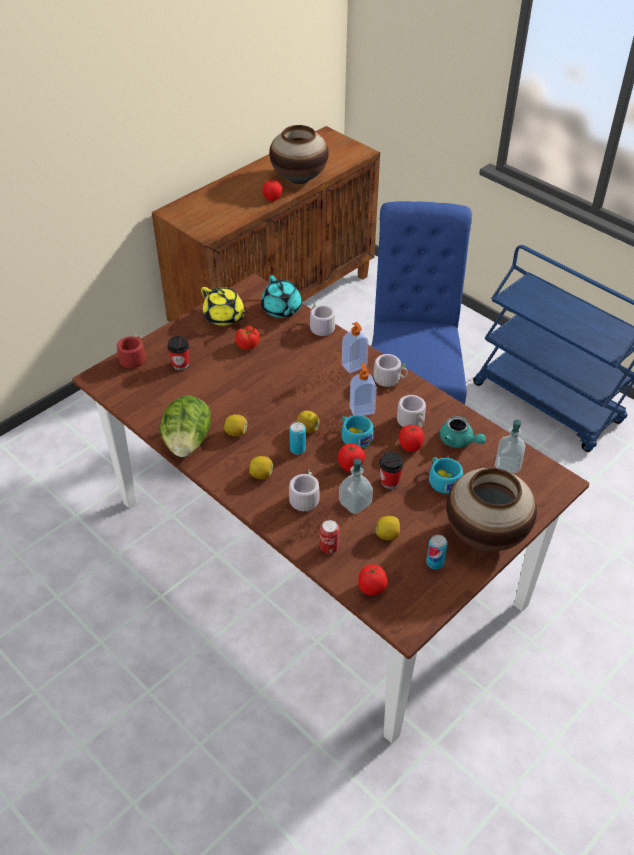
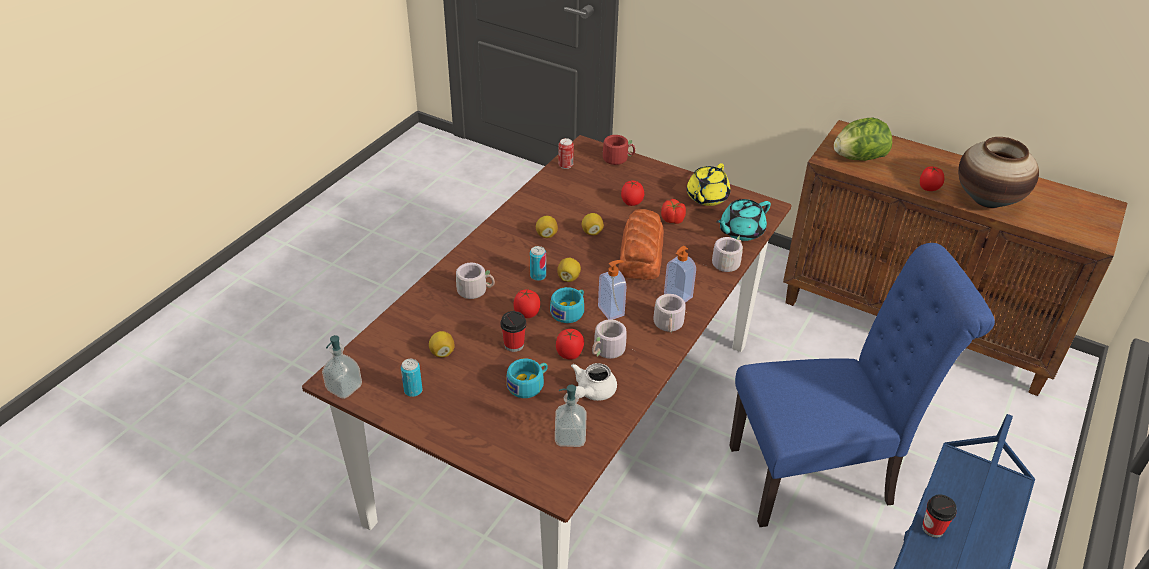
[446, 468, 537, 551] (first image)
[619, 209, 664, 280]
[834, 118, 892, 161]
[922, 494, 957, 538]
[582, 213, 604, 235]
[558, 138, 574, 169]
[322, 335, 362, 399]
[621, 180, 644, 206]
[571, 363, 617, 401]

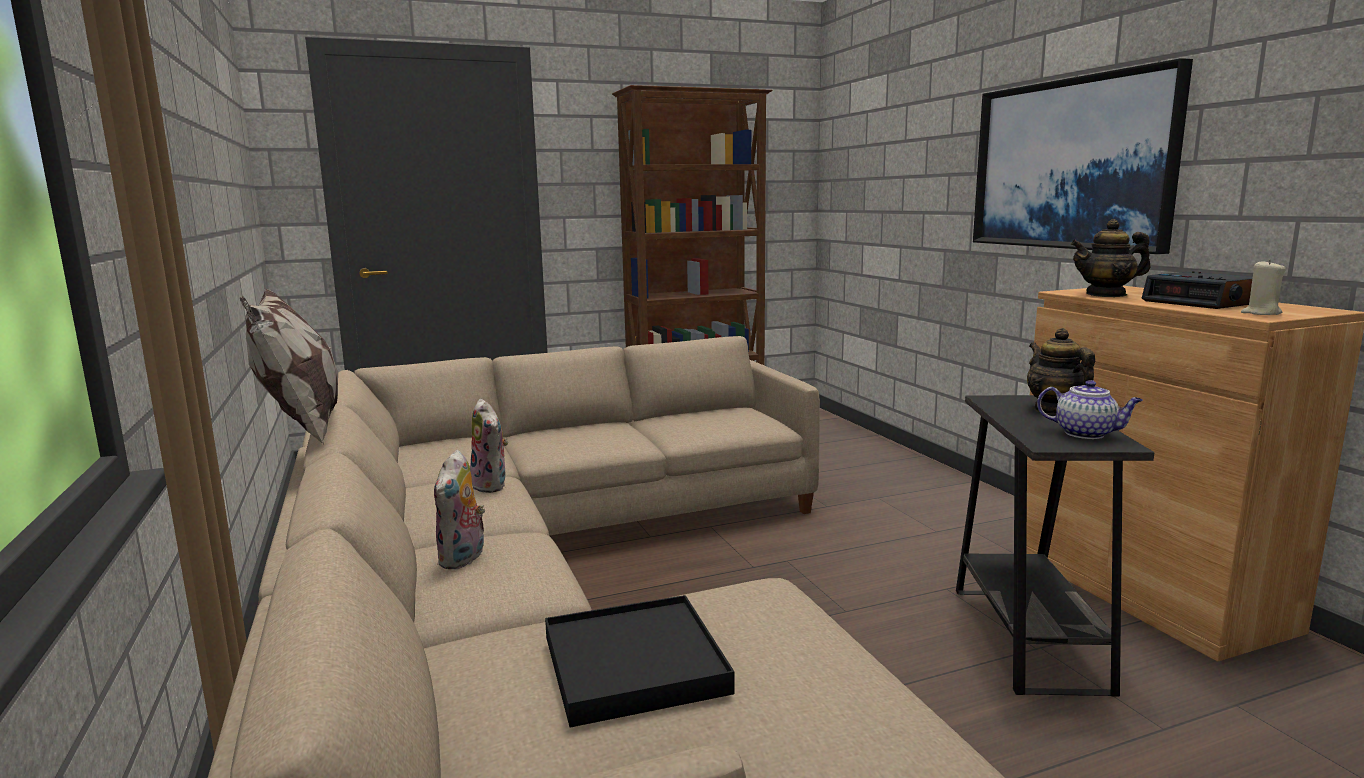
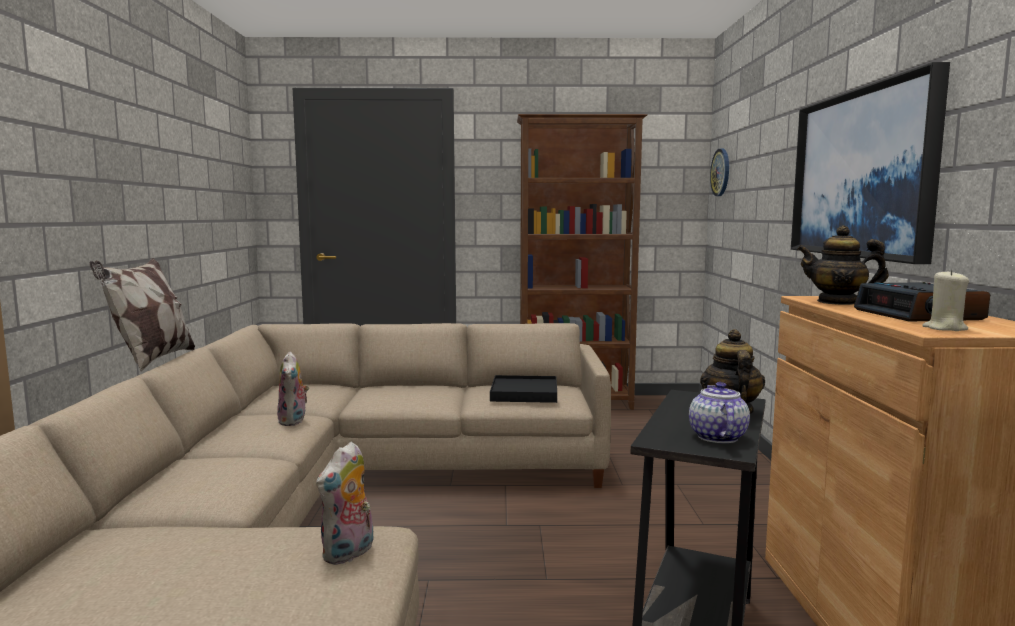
[710, 149, 729, 196]
[316, 442, 373, 565]
[490, 375, 557, 403]
[689, 382, 750, 443]

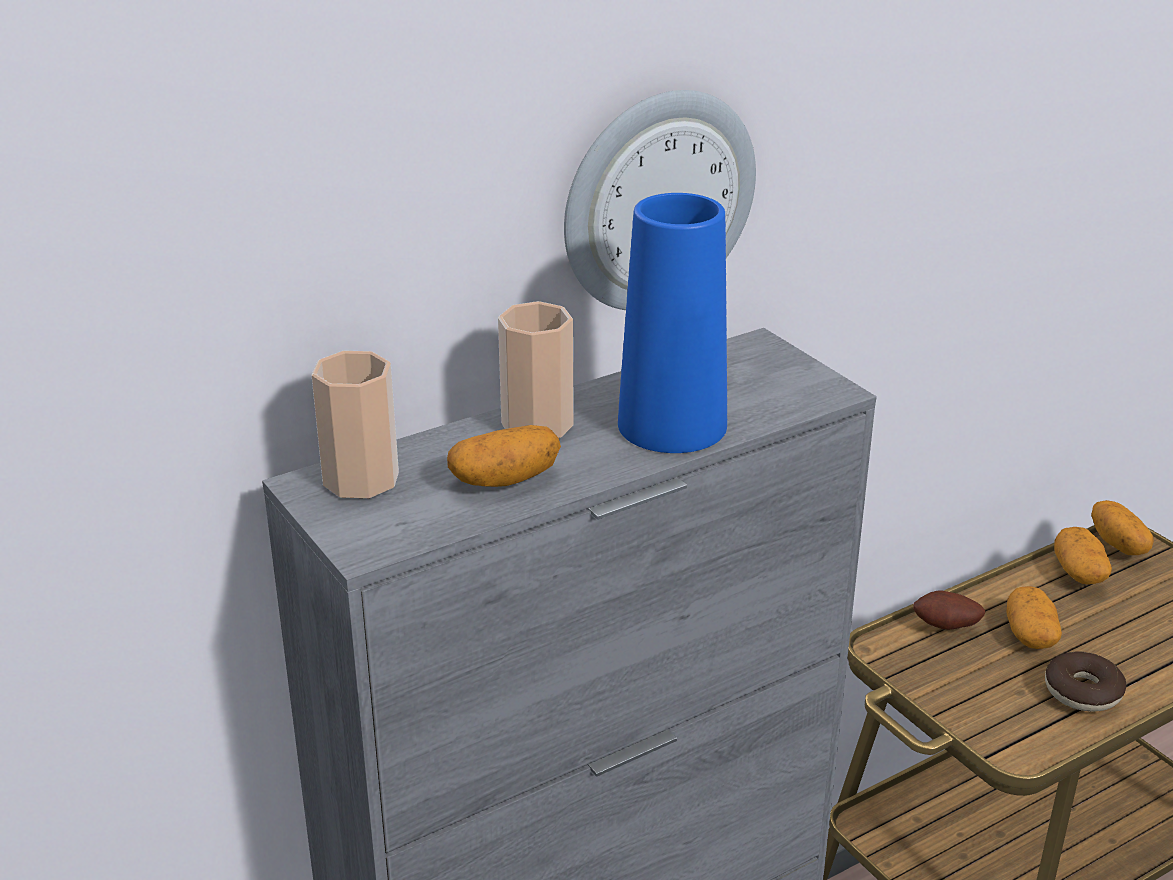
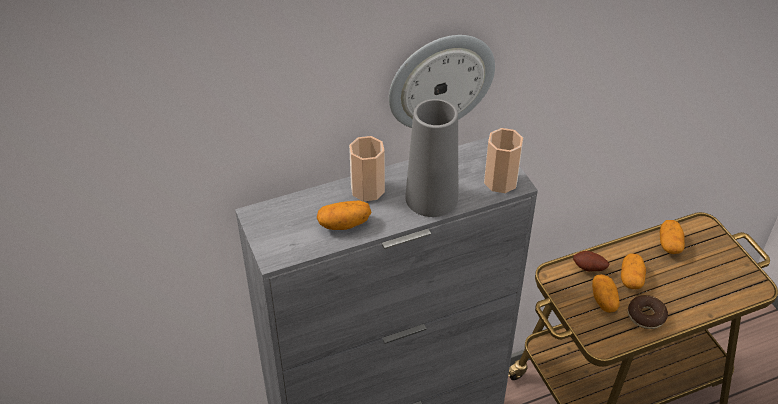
[484, 128, 523, 193]
[592, 274, 620, 313]
[405, 99, 458, 217]

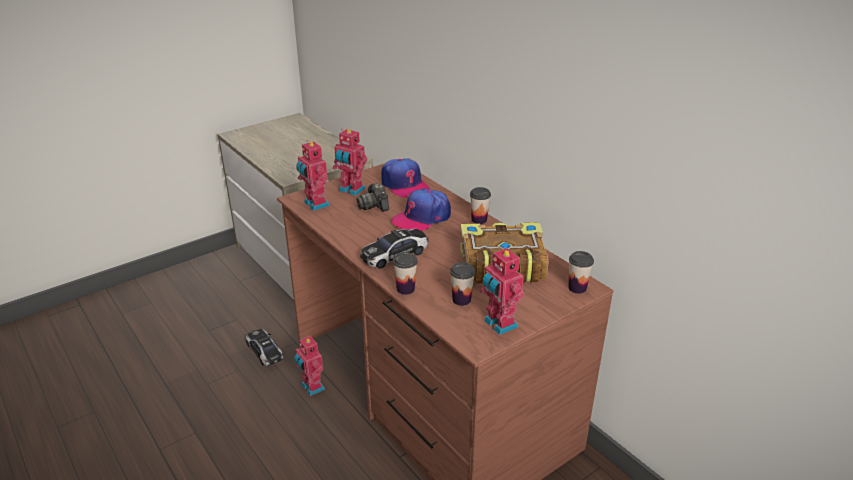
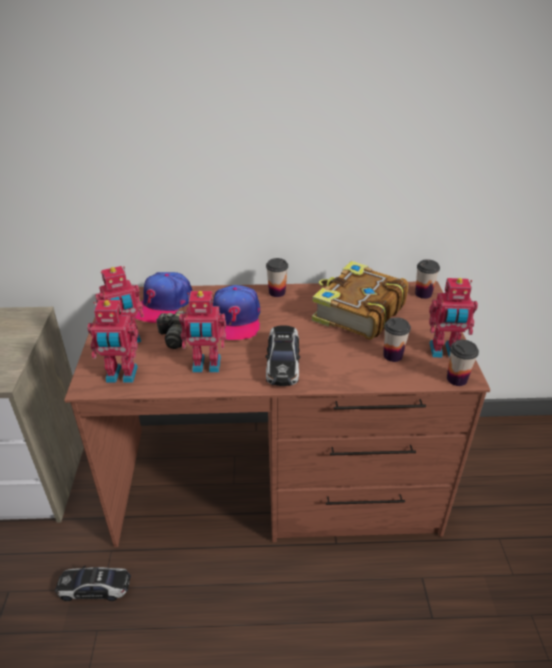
[179, 291, 226, 372]
[447, 340, 479, 386]
[134, 272, 192, 323]

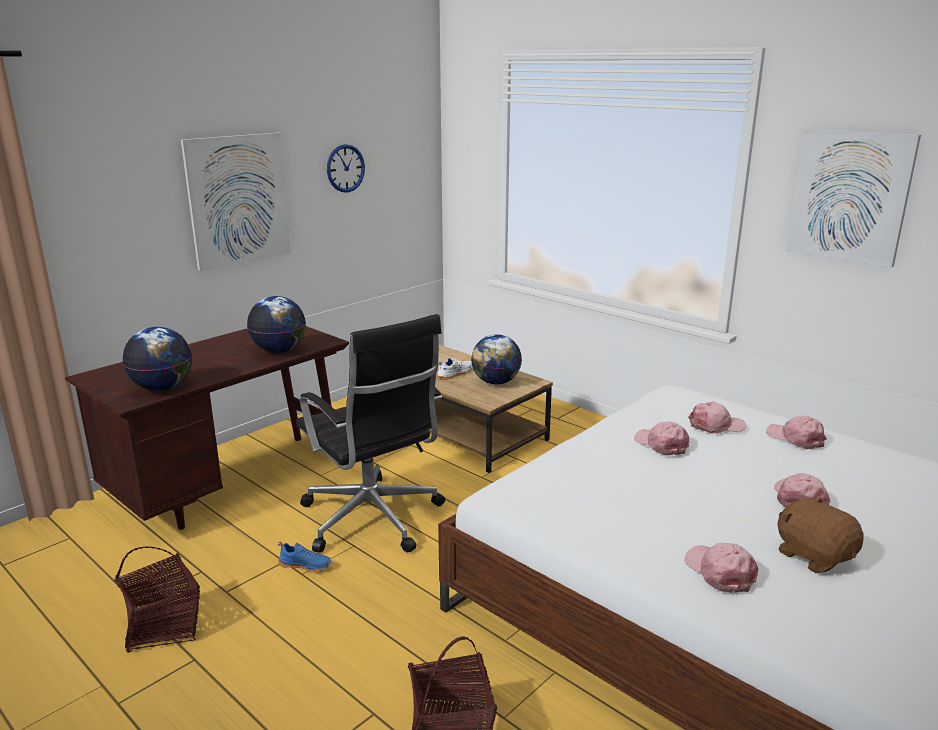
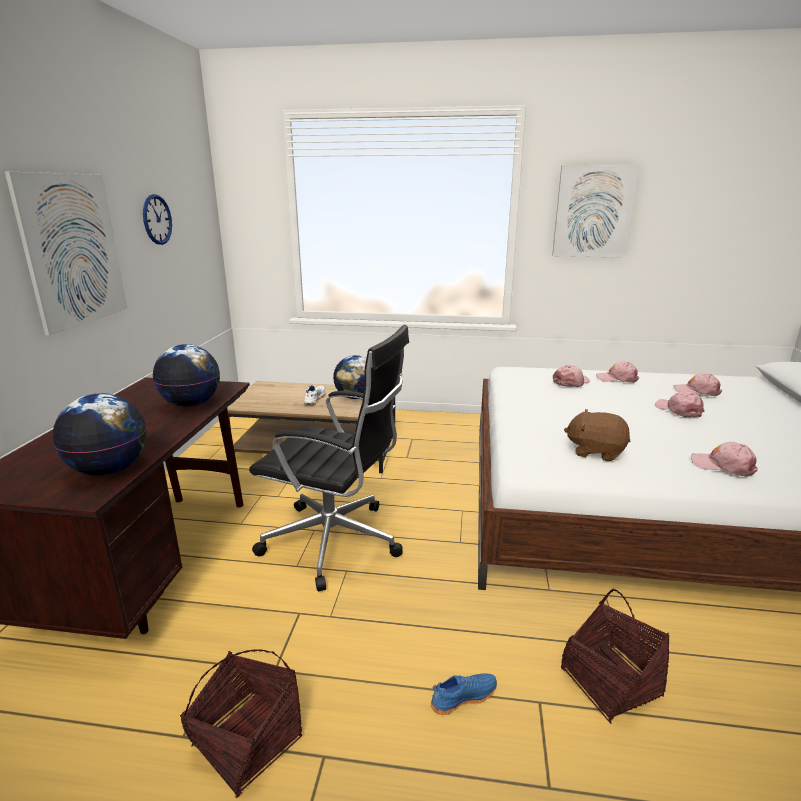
[431, 673, 497, 715]
[674, 373, 722, 396]
[564, 409, 630, 462]

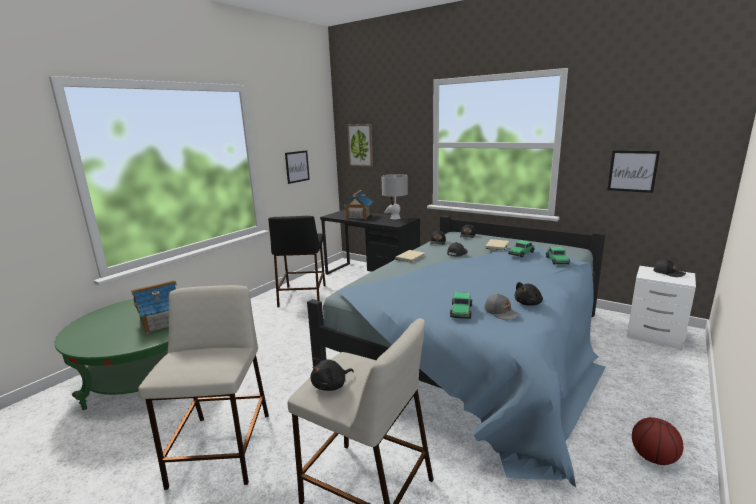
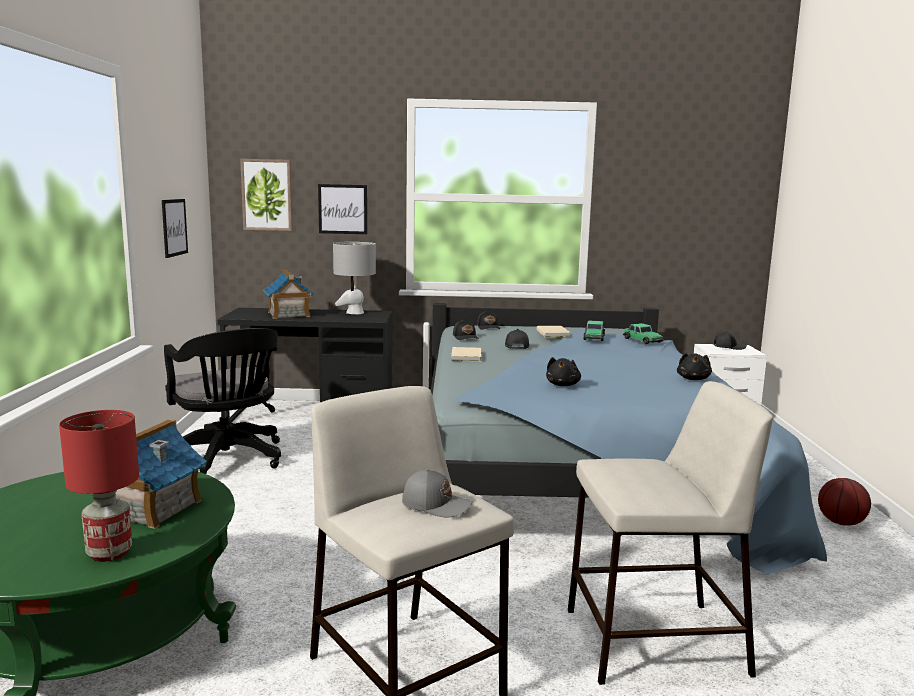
[450, 292, 472, 319] (first image)
[59, 410, 139, 562]
[546, 357, 581, 386]
[402, 469, 473, 517]
[318, 184, 367, 234]
[164, 328, 281, 474]

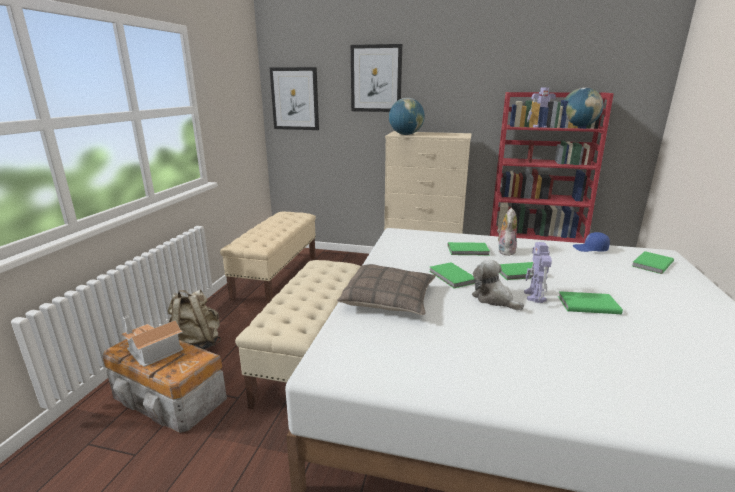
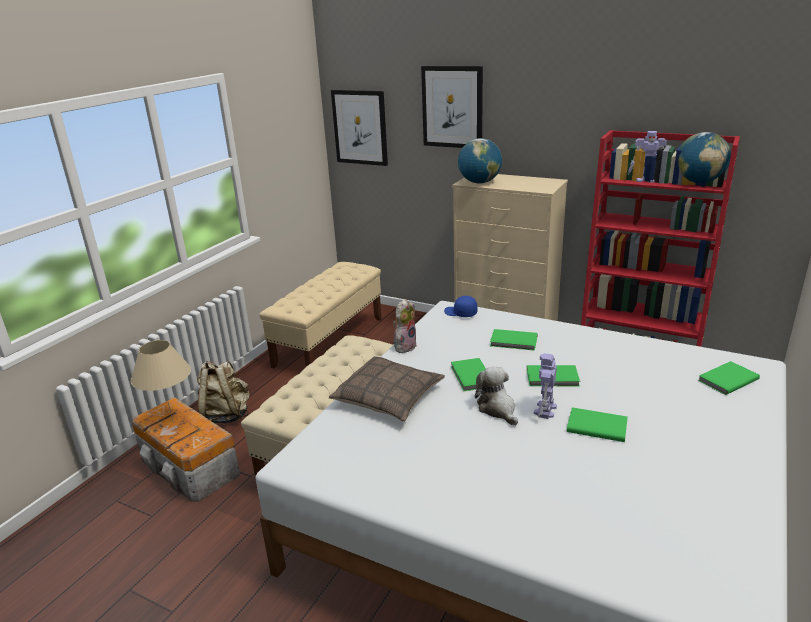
[393, 299, 417, 353]
[444, 296, 478, 317]
[131, 340, 191, 421]

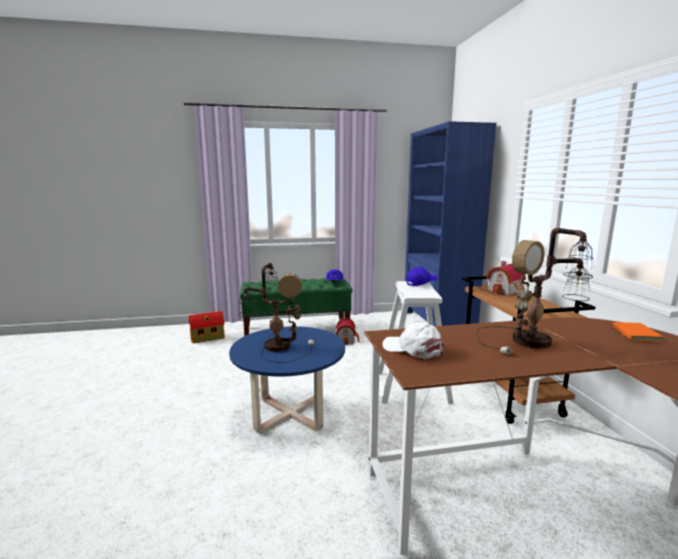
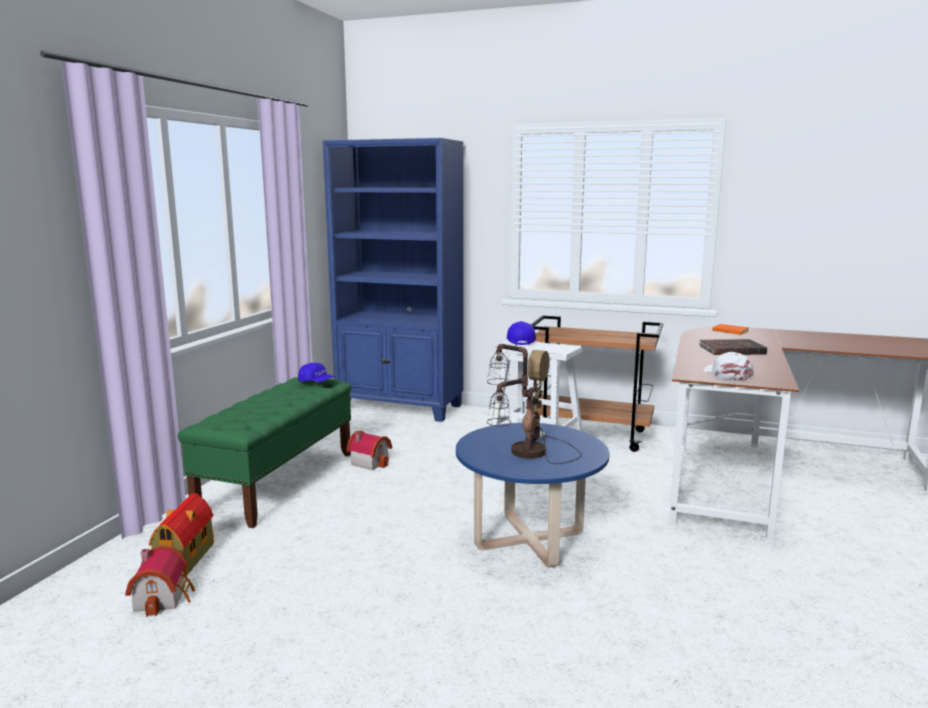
[125, 545, 195, 617]
[698, 339, 767, 355]
[703, 352, 755, 381]

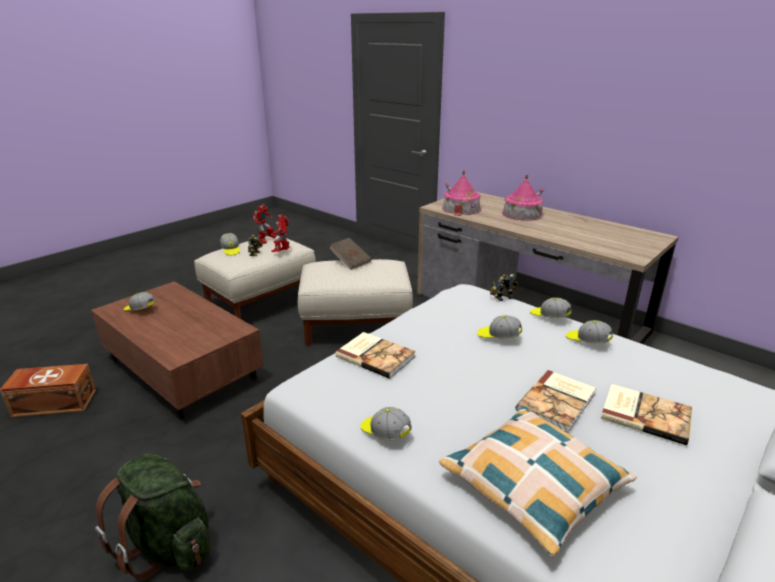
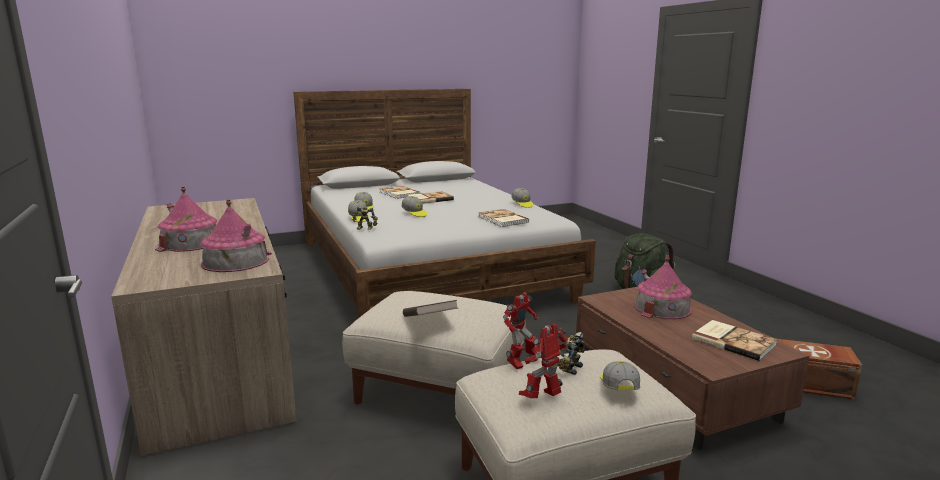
[439, 406, 637, 556] (first image)
[634, 255, 692, 319]
[692, 320, 778, 361]

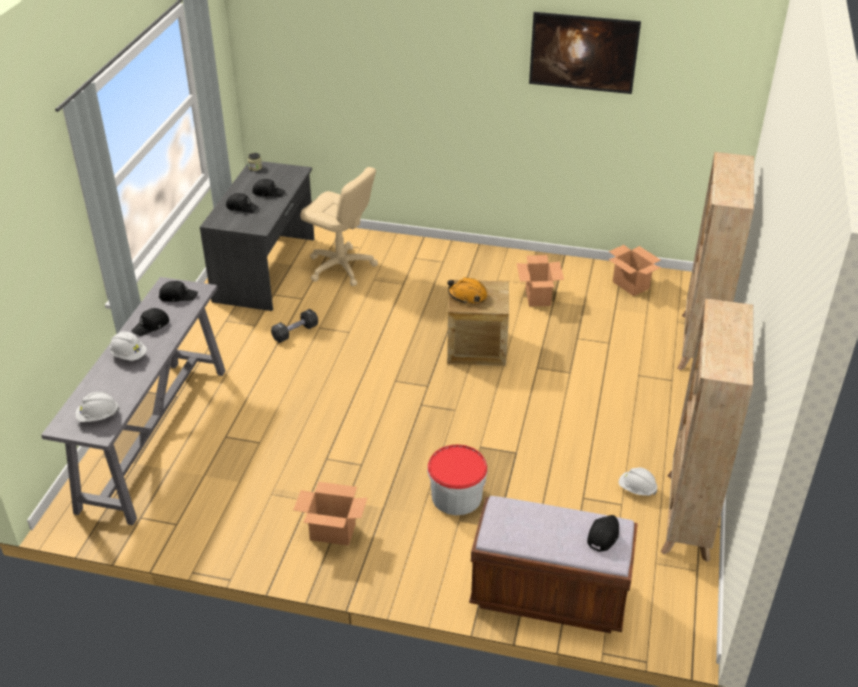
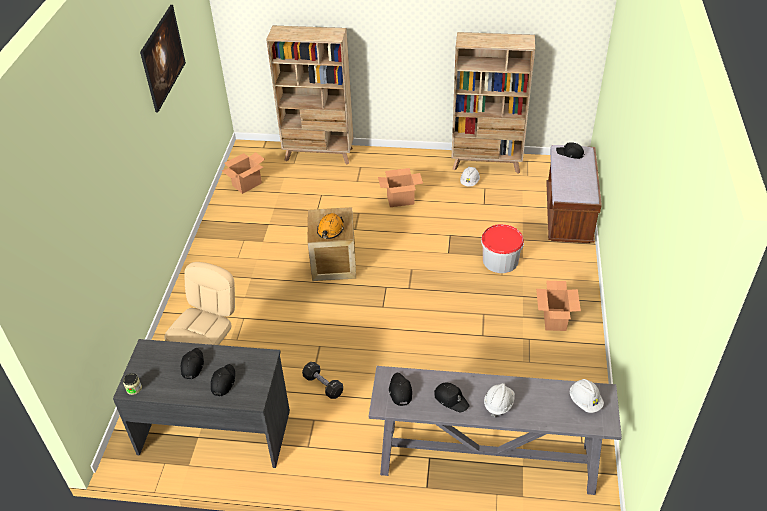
[378, 168, 423, 207]

